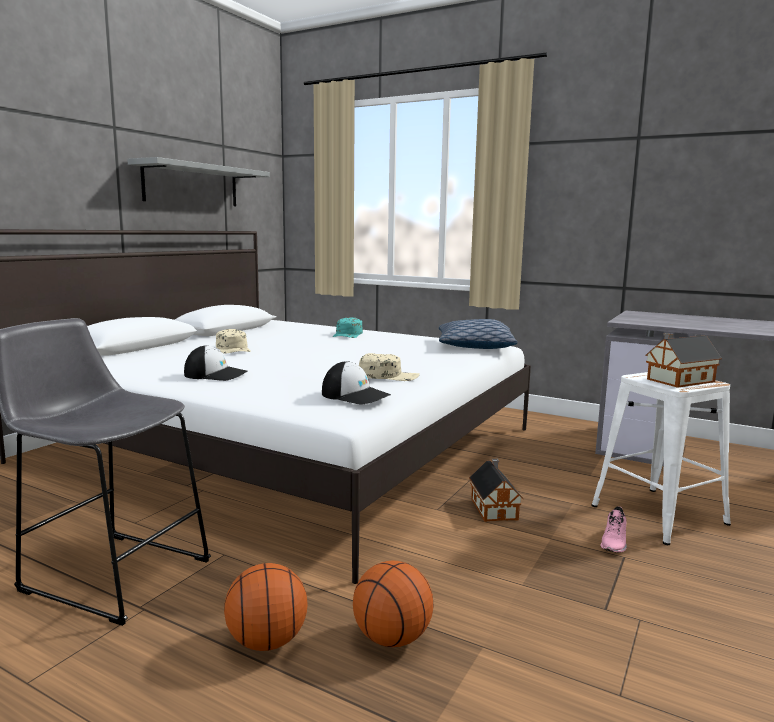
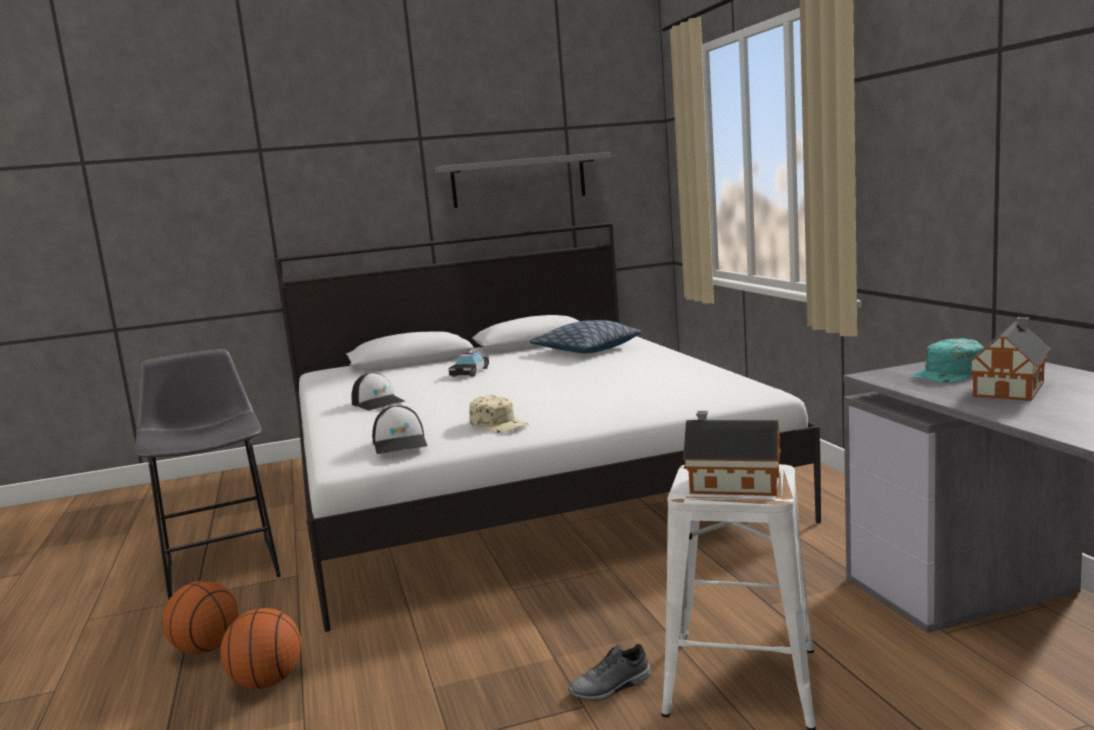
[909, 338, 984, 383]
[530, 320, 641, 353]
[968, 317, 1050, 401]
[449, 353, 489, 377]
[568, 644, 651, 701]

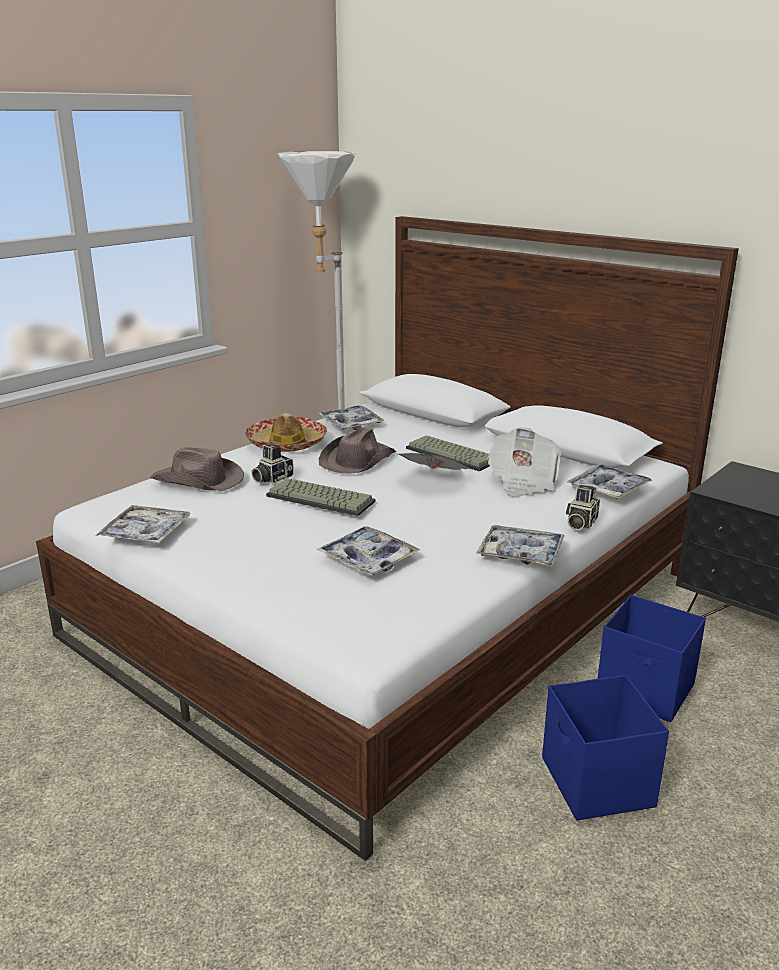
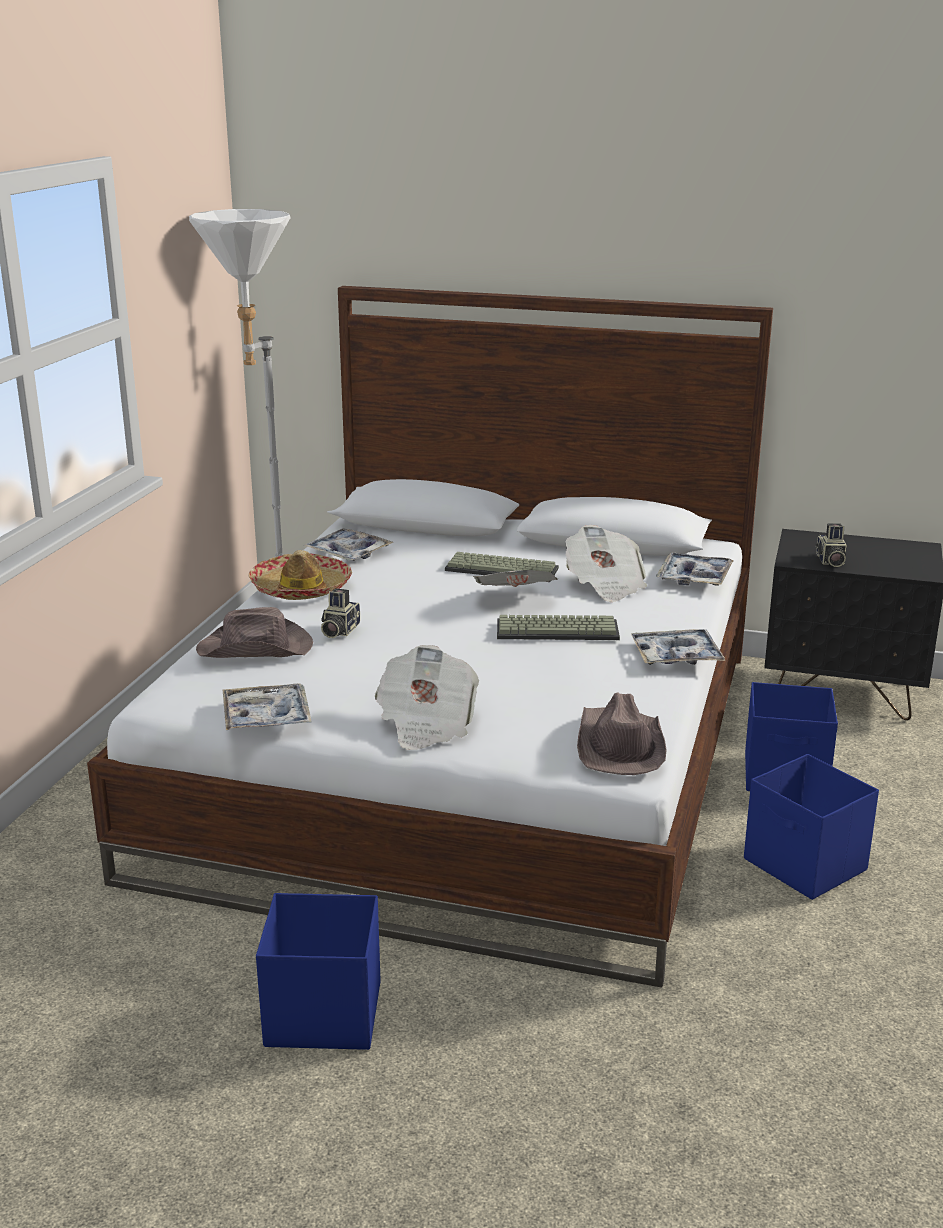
[316, 526, 421, 576] (first image)
[256, 893, 380, 1050]
[375, 645, 479, 750]
[497, 615, 620, 640]
[577, 692, 667, 775]
[815, 523, 846, 567]

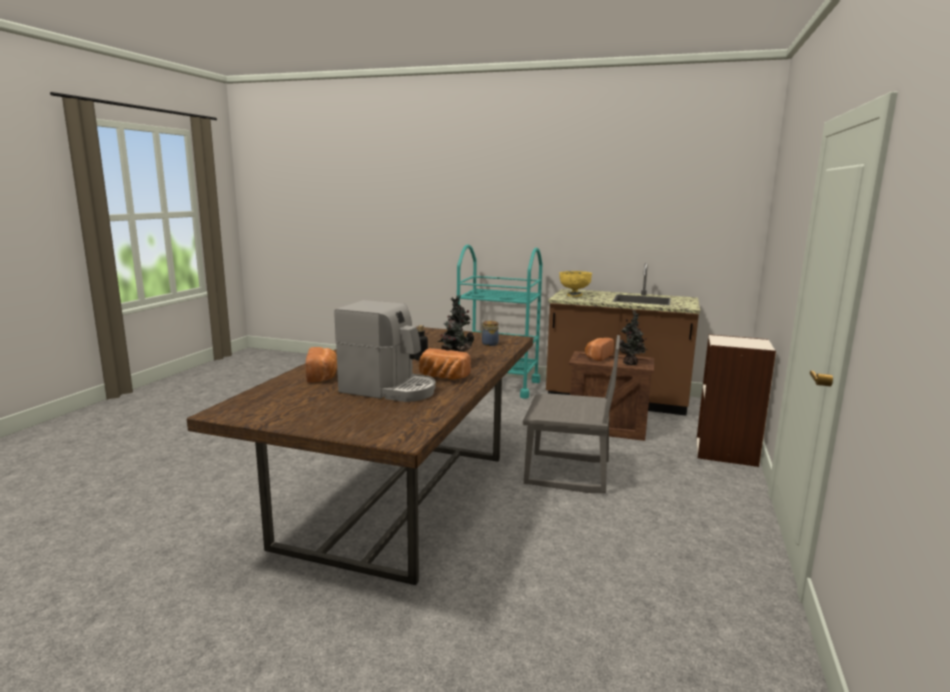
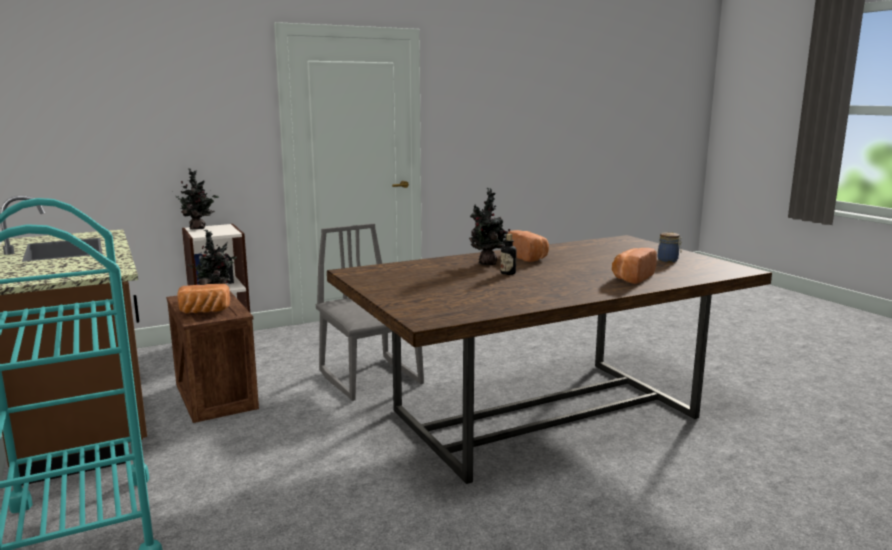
[334, 300, 436, 402] (first image)
[560, 271, 592, 297] (first image)
[172, 168, 219, 229]
[658, 232, 682, 262]

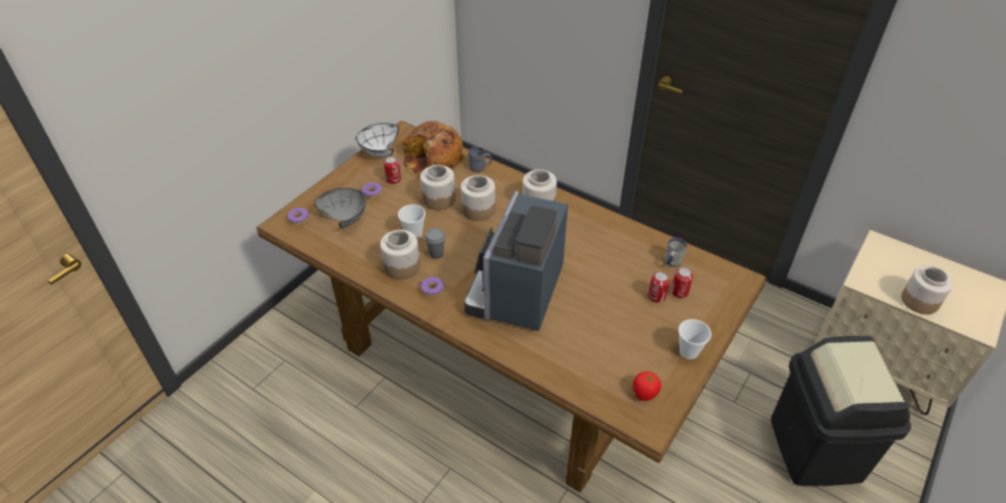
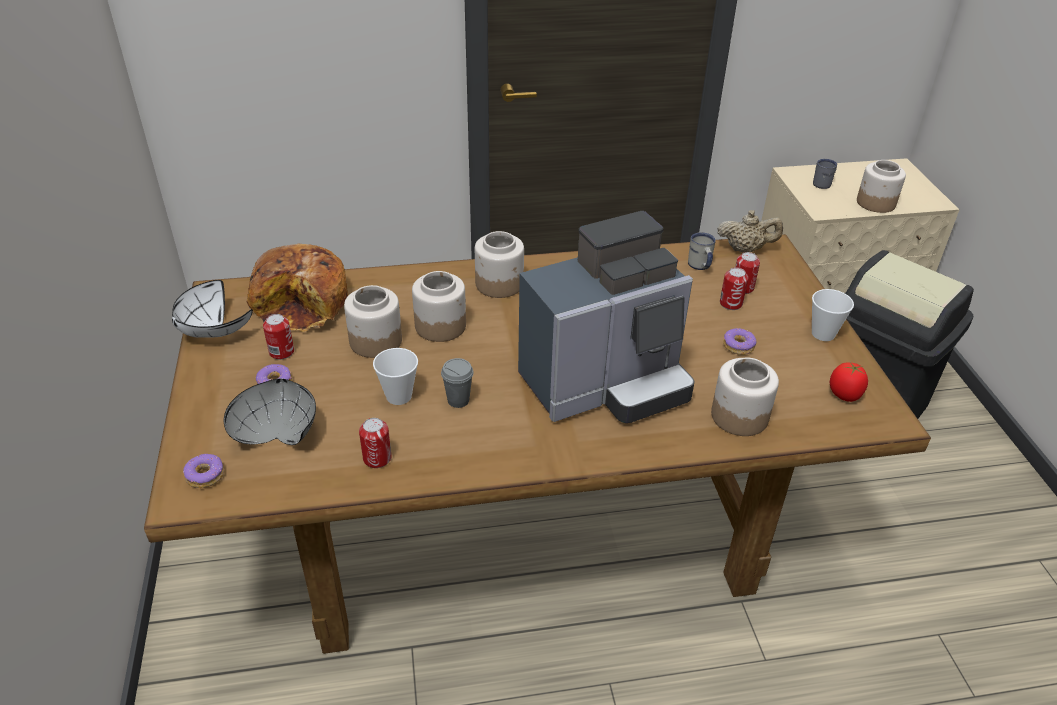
[359, 418, 392, 468]
[717, 210, 783, 252]
[711, 358, 779, 436]
[723, 328, 756, 355]
[813, 159, 837, 189]
[518, 211, 695, 423]

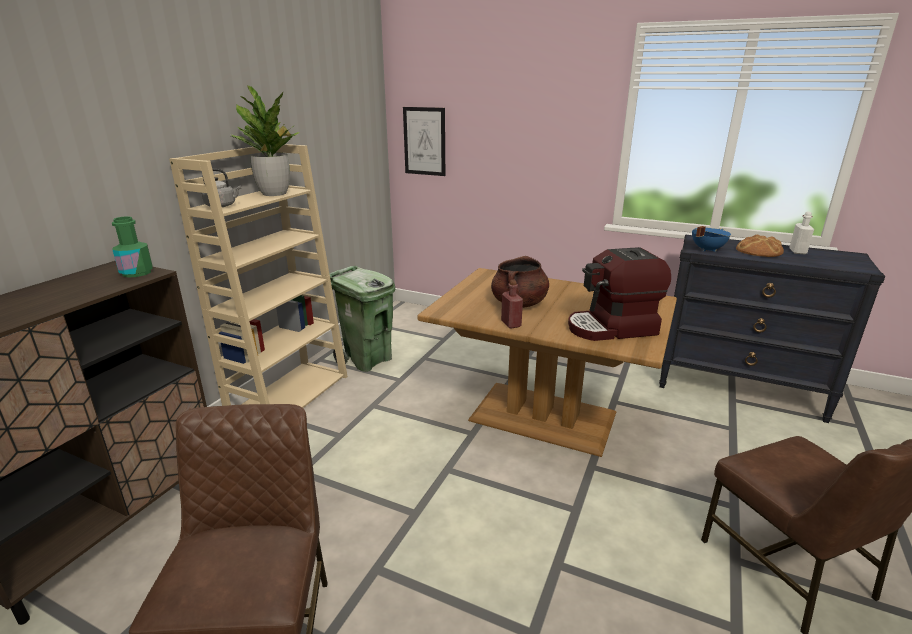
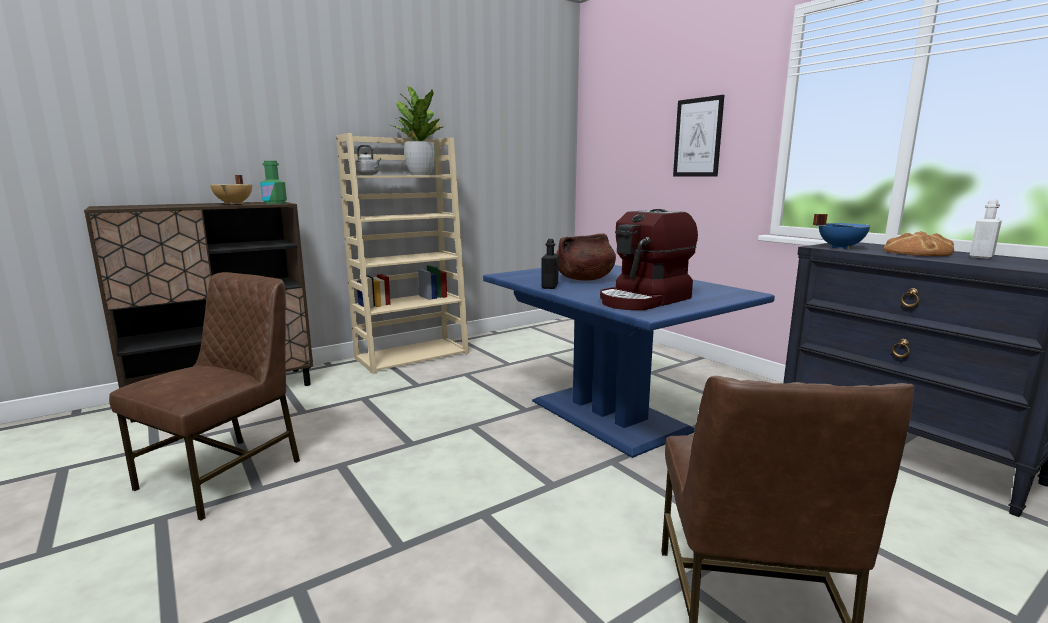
[330, 266, 396, 372] (first image)
[210, 175, 252, 204]
[673, 95, 724, 177]
[483, 265, 775, 458]
[541, 239, 559, 289]
[600, 209, 698, 310]

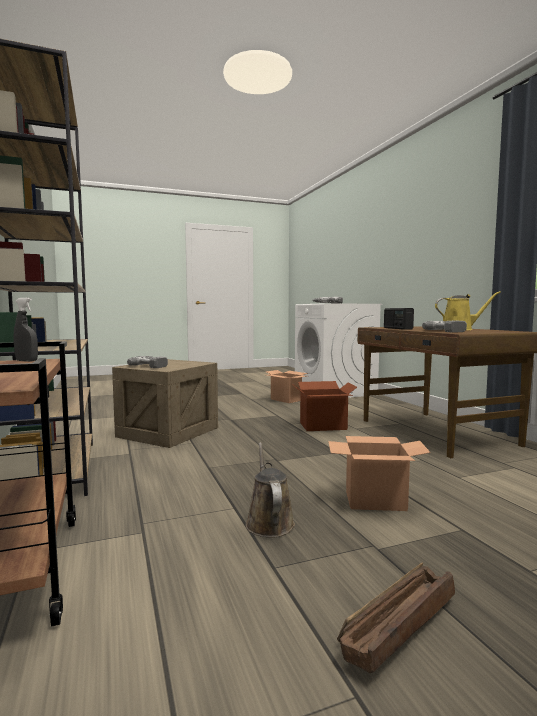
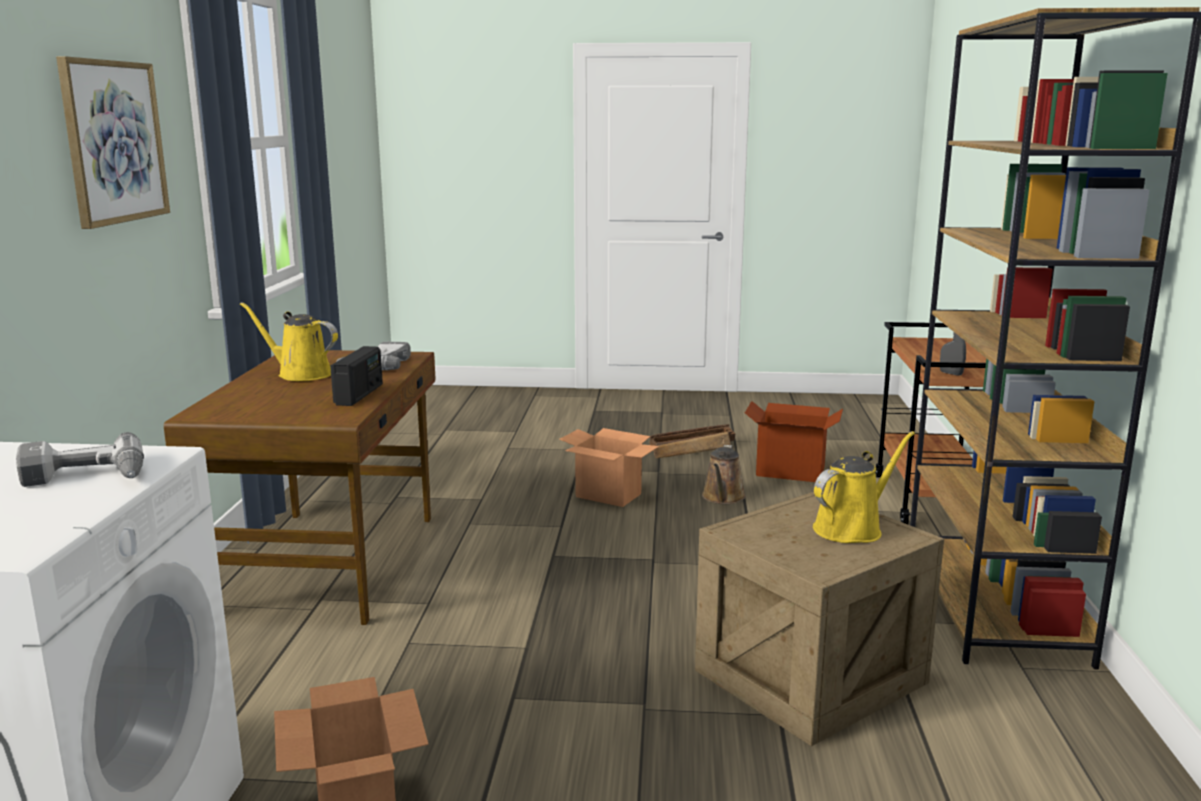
[56, 56, 170, 229]
[745, 401, 843, 482]
[813, 431, 915, 543]

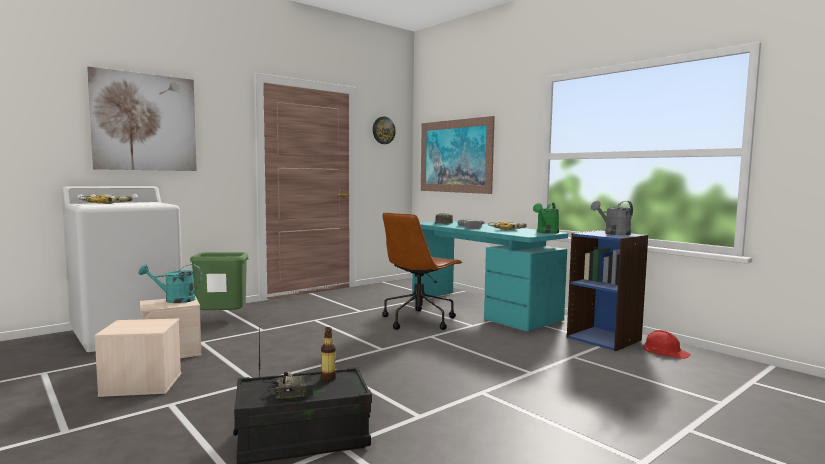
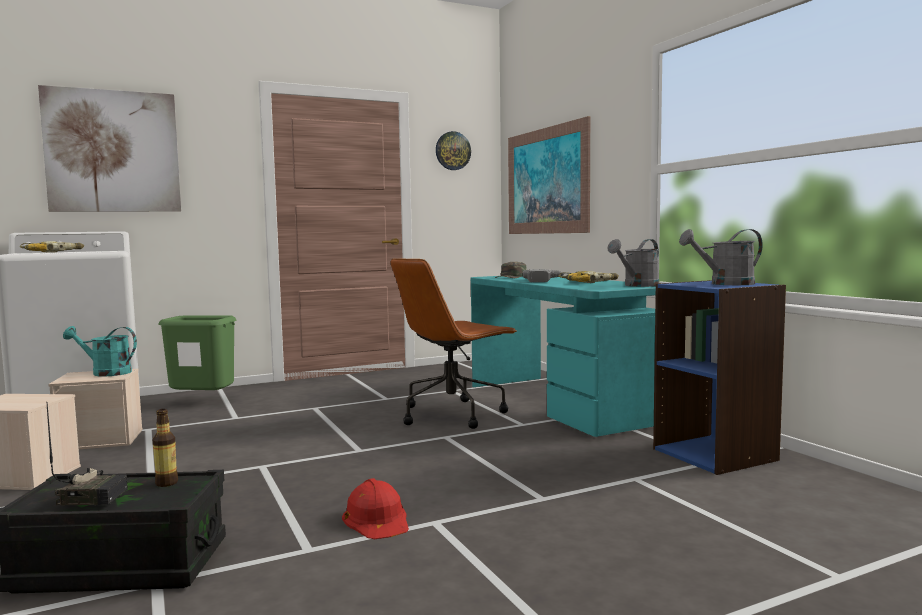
[342, 478, 409, 539]
[608, 239, 659, 287]

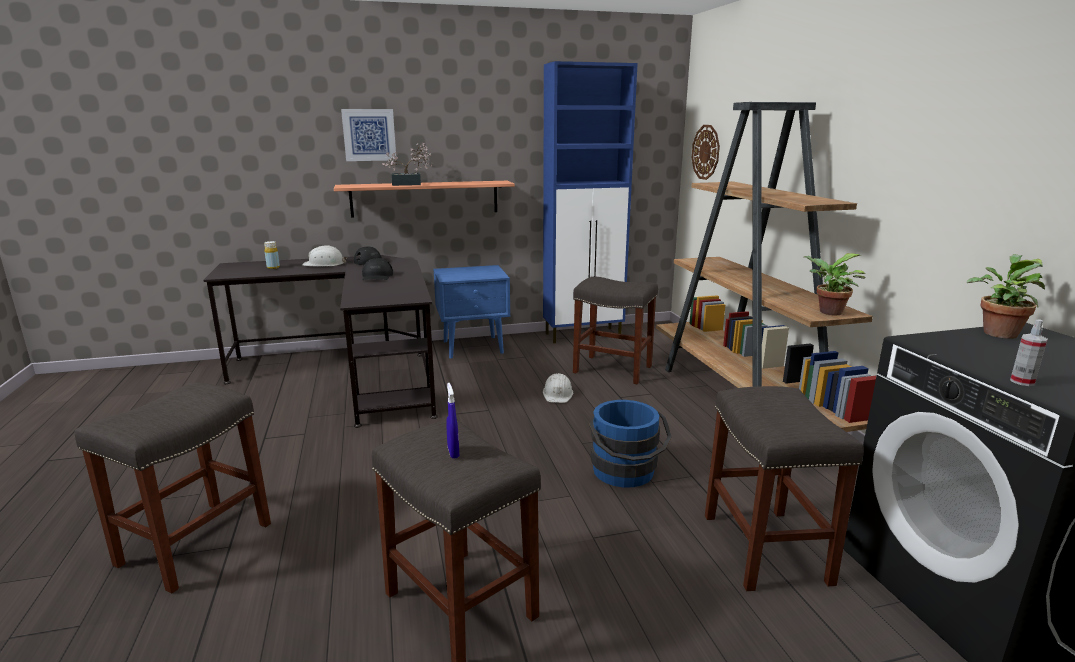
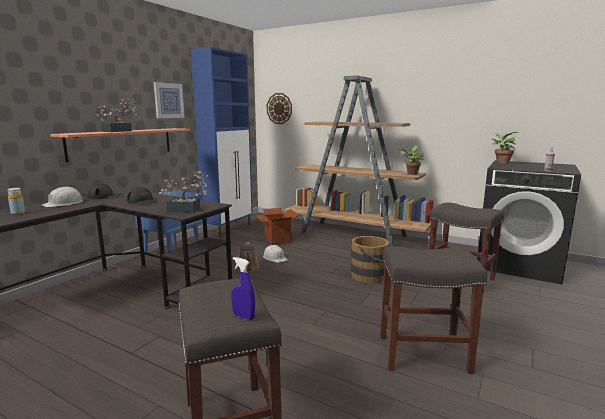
[159, 171, 208, 213]
[238, 242, 260, 272]
[154, 82, 185, 118]
[232, 257, 255, 320]
[256, 208, 299, 245]
[350, 236, 392, 283]

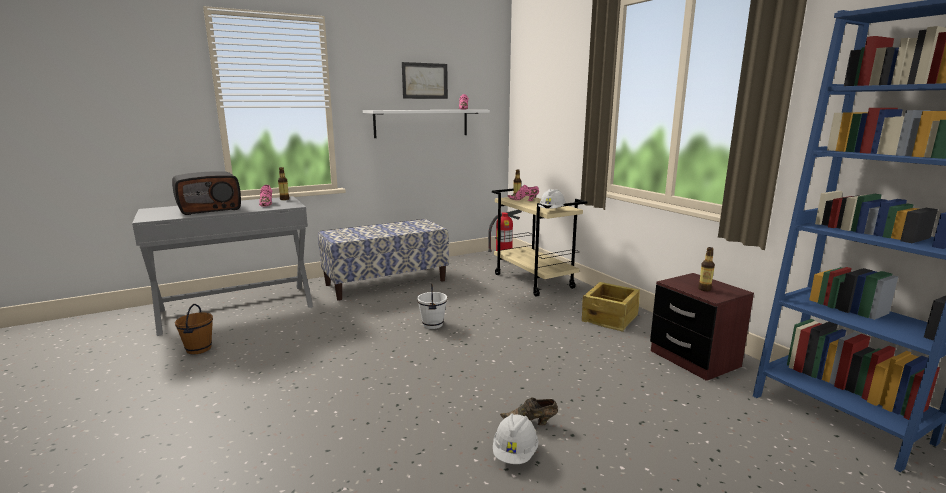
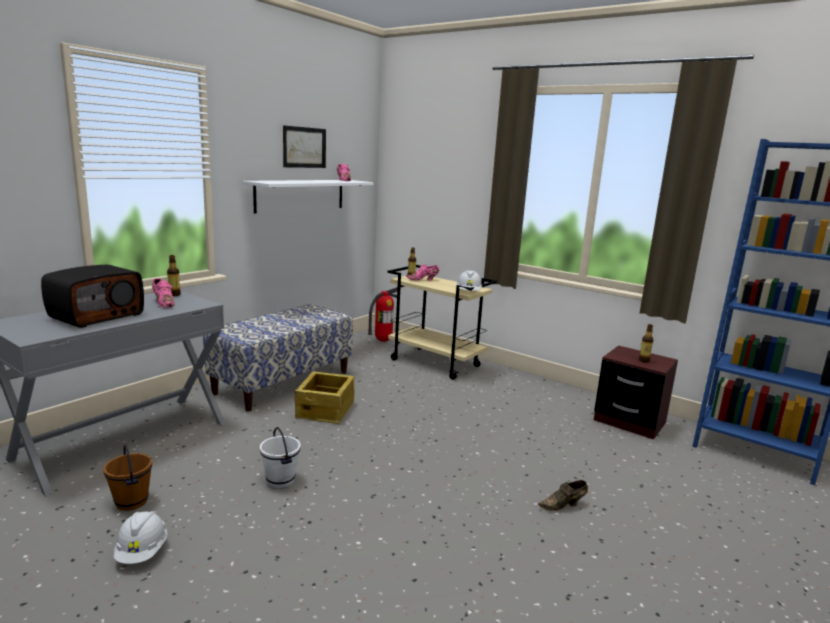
[260, 427, 301, 488]
[114, 511, 167, 564]
[295, 371, 355, 424]

